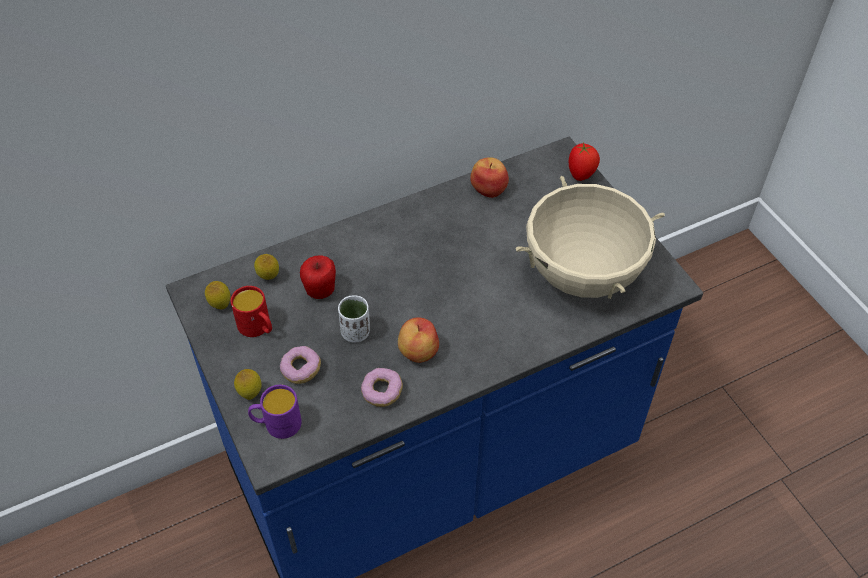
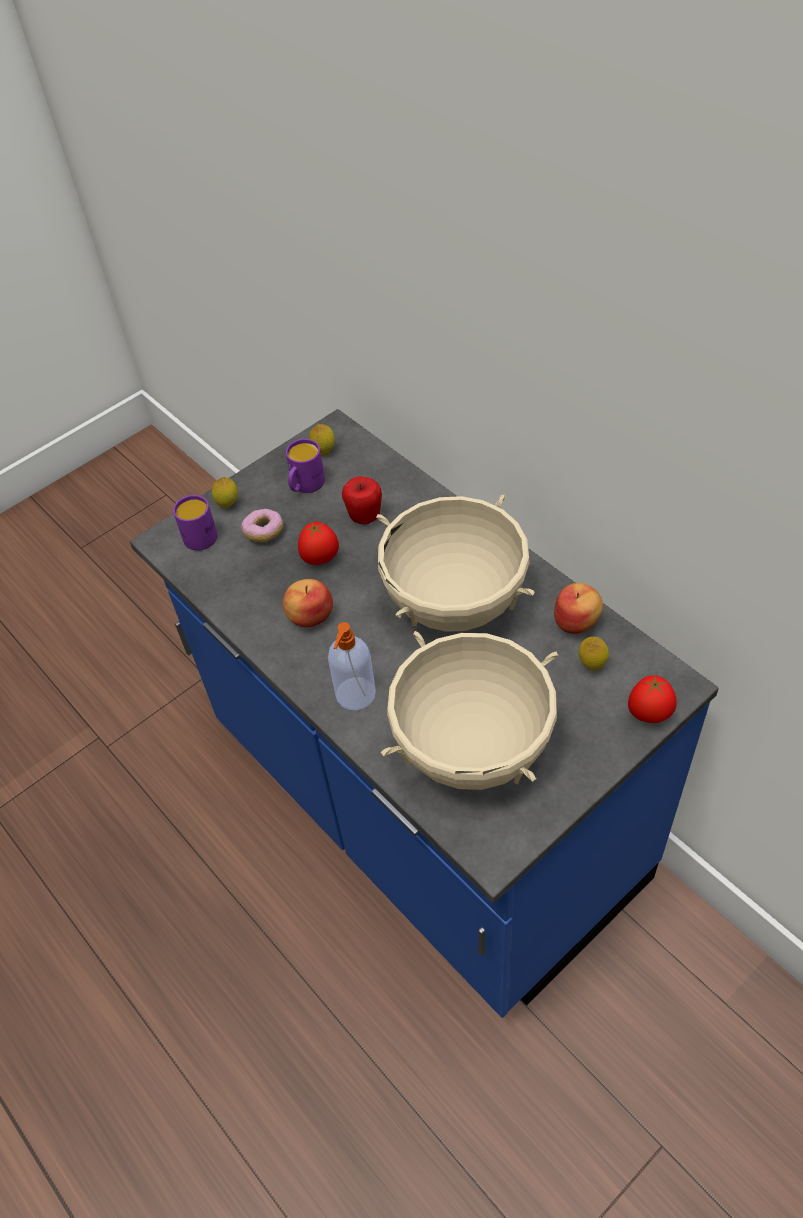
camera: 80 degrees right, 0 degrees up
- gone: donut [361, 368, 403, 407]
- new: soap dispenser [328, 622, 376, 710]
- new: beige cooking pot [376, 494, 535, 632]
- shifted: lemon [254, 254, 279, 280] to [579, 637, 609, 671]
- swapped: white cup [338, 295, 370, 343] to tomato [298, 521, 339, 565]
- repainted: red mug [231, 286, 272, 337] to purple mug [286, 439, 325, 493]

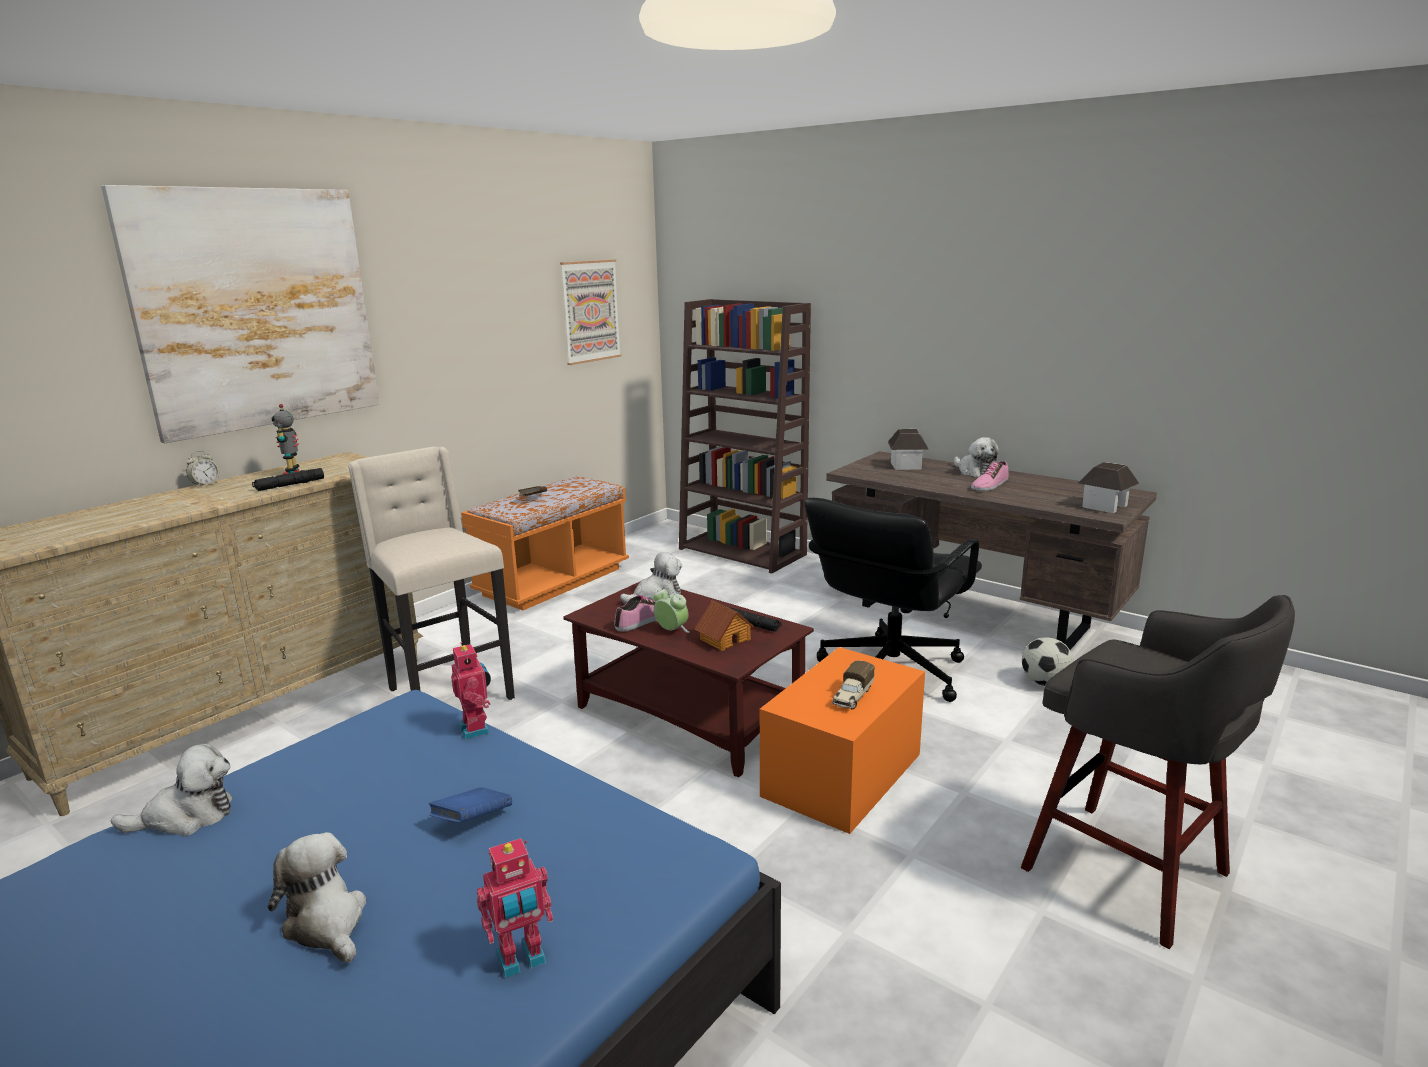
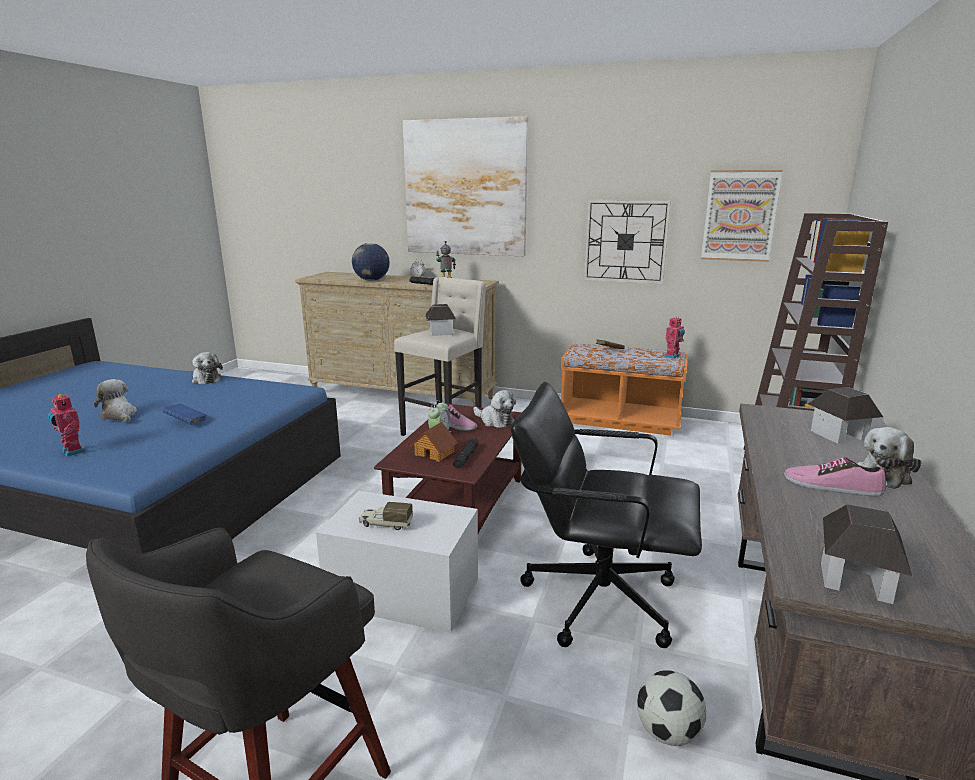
camera: 70 degrees right, 0 degrees up
- new: globe [352, 243, 390, 281]
- new: toy house [425, 304, 456, 336]
- new: wall clock [584, 200, 671, 284]
- shifted: toy robot [451, 642, 491, 740] to [664, 316, 685, 359]
- repainted: orange storage box [760, 647, 925, 834] to white storage box [316, 491, 478, 633]
- rotated: plush toy [268, 832, 366, 963] = [94, 379, 137, 422] 75 degrees counterclockwise

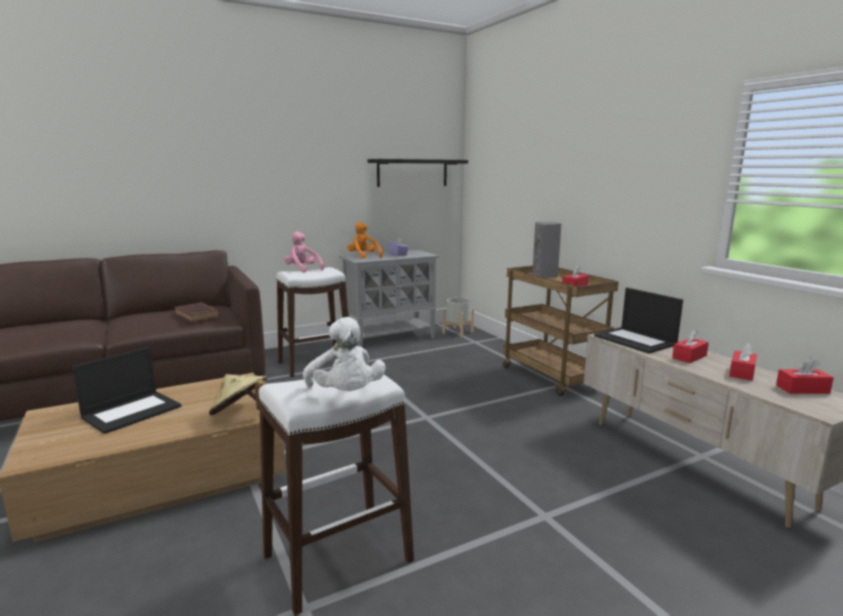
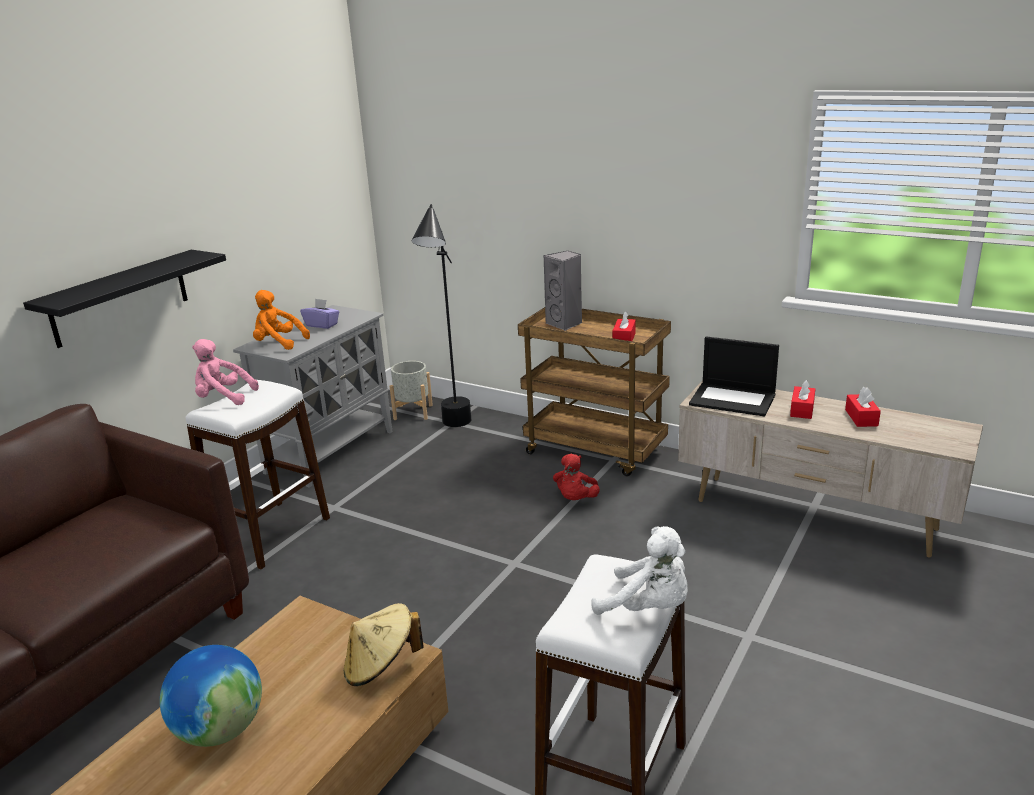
camera: 30 degrees left, 10 degrees up
- gone: brown book [174, 302, 220, 322]
- gone: red tissue box [776, 357, 834, 394]
- new: black floor lamp [411, 204, 471, 427]
- new: red plush toy [553, 453, 600, 500]
- shifted: black shelf [368, 159, 468, 187] to [23, 250, 226, 348]
- swapped: laptop [72, 347, 181, 434] to globe [160, 645, 262, 747]

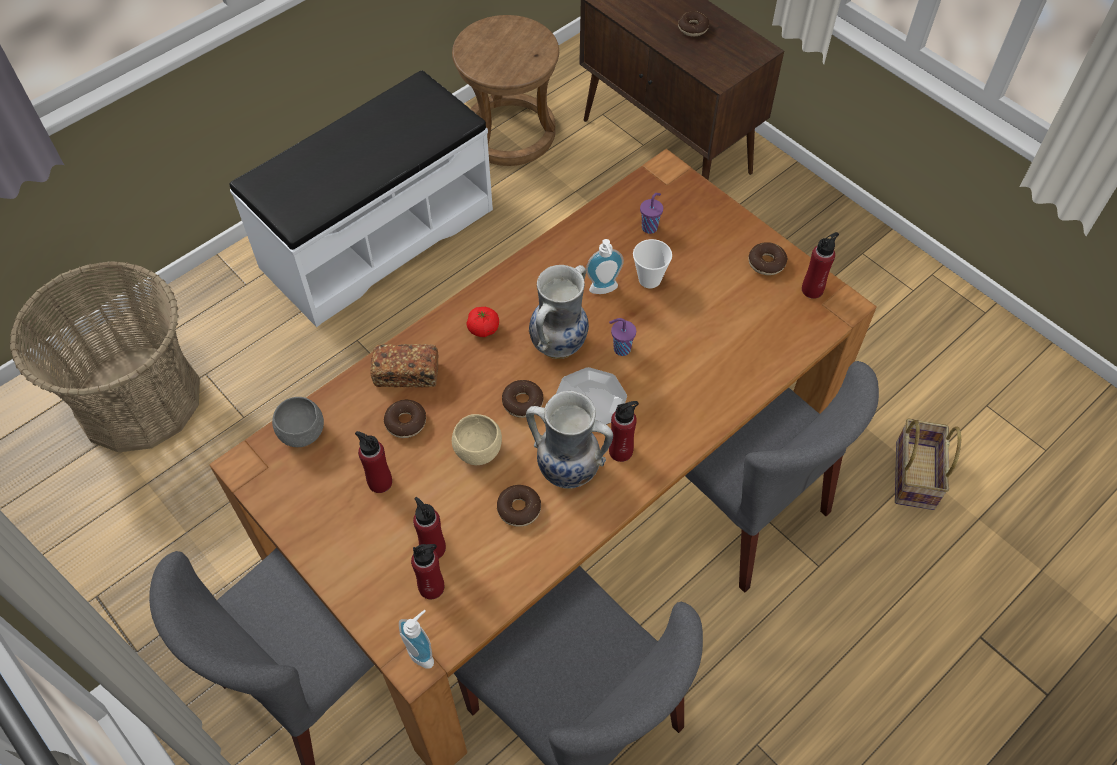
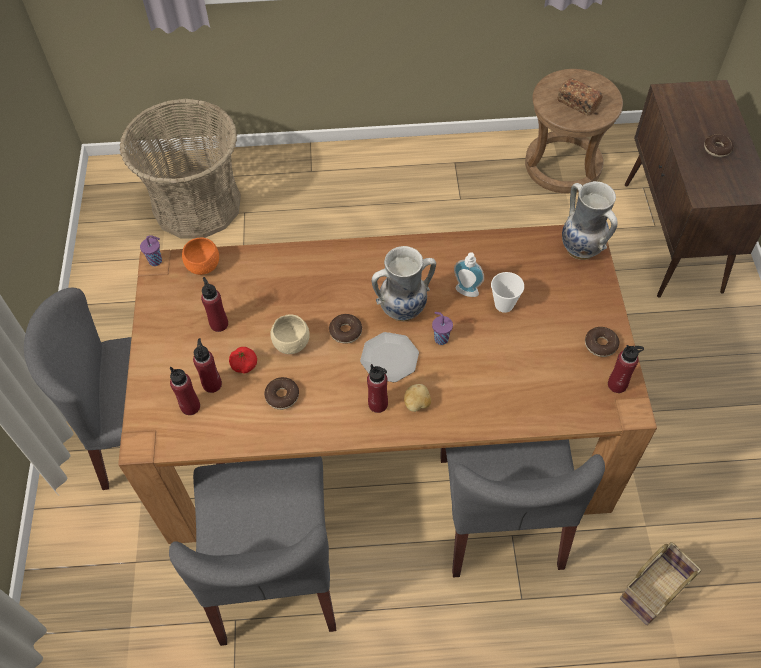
camera: 40 degrees right, 0 degrees up
- gone: white bench [230, 70, 493, 327]
- gone: donut [384, 400, 426, 438]
- gone: soap dispenser [399, 610, 434, 669]
- new: potato [404, 384, 431, 412]
- shifted: bread [370, 344, 439, 387] to [558, 78, 603, 116]
- shifted: tomato [466, 307, 499, 337] to [229, 347, 257, 374]
- shifted: vase [526, 391, 613, 489] to [562, 181, 618, 260]
- shifted: purple cup [640, 193, 663, 234] to [140, 235, 162, 266]
- repainted: grey bowl [272, 397, 324, 447] to orange bowl [182, 238, 219, 275]

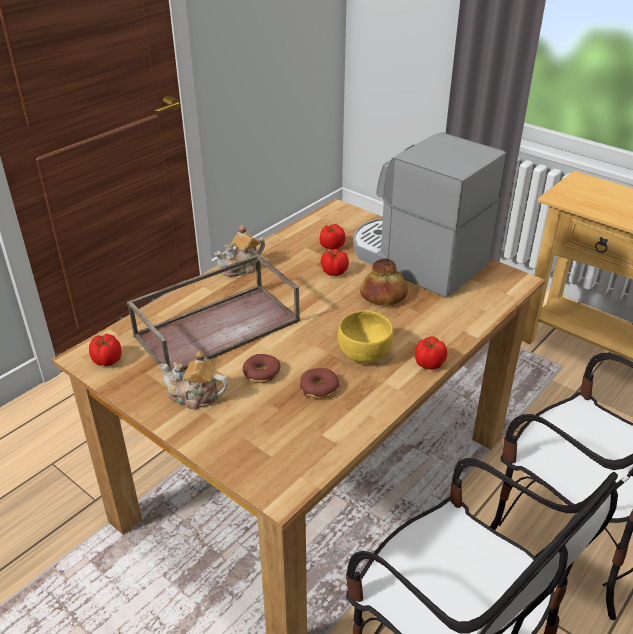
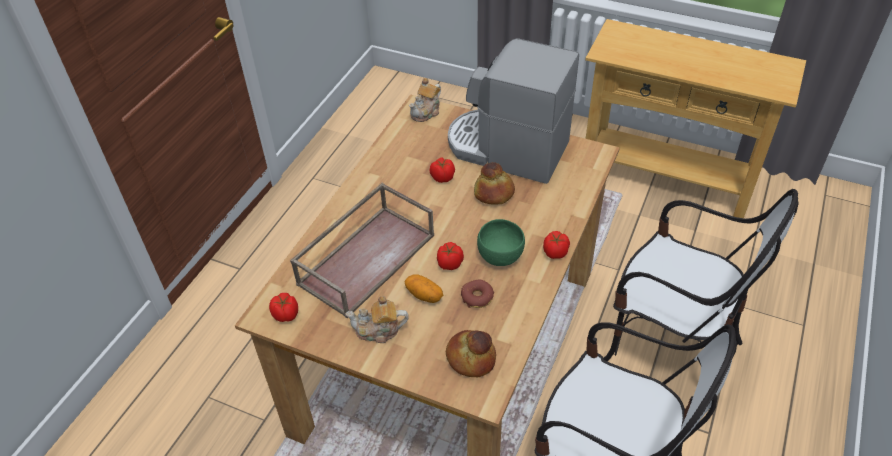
camera: 15 degrees left, 10 degrees up
- new: bread [446, 330, 496, 377]
- shifted: teapot [214, 225, 265, 277] to [409, 78, 441, 122]
- shifted: tomato [320, 224, 346, 250] to [437, 242, 464, 270]
- swapped: donut [243, 354, 280, 383] to potato [404, 274, 443, 303]
- repainted: yellow bowl [337, 311, 394, 363] to green bowl [477, 219, 525, 266]

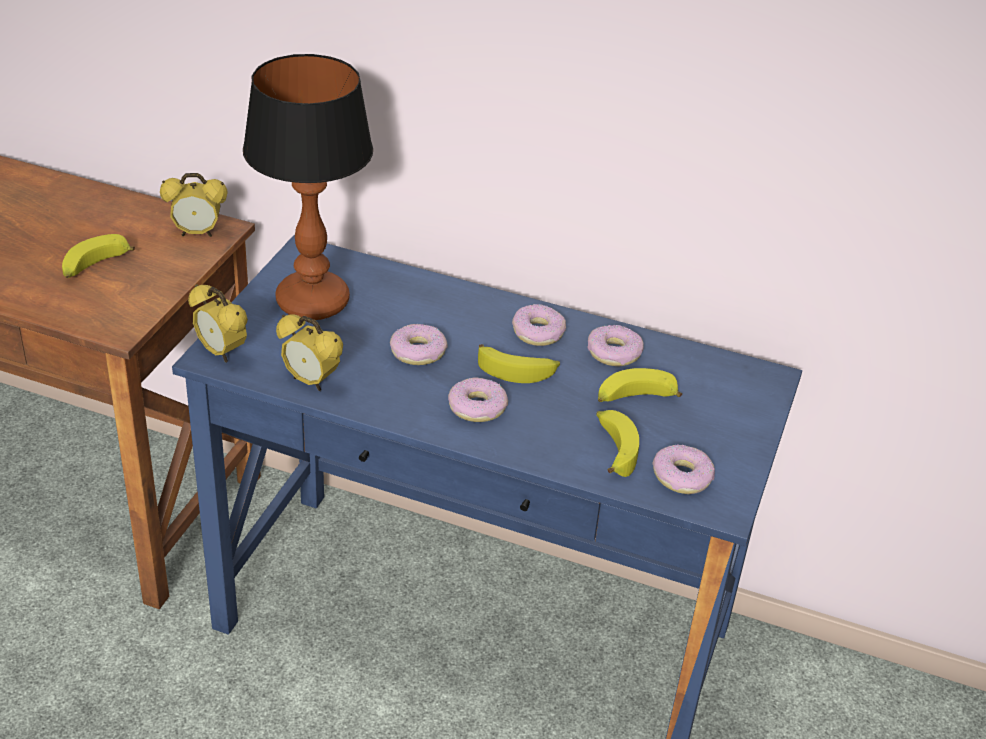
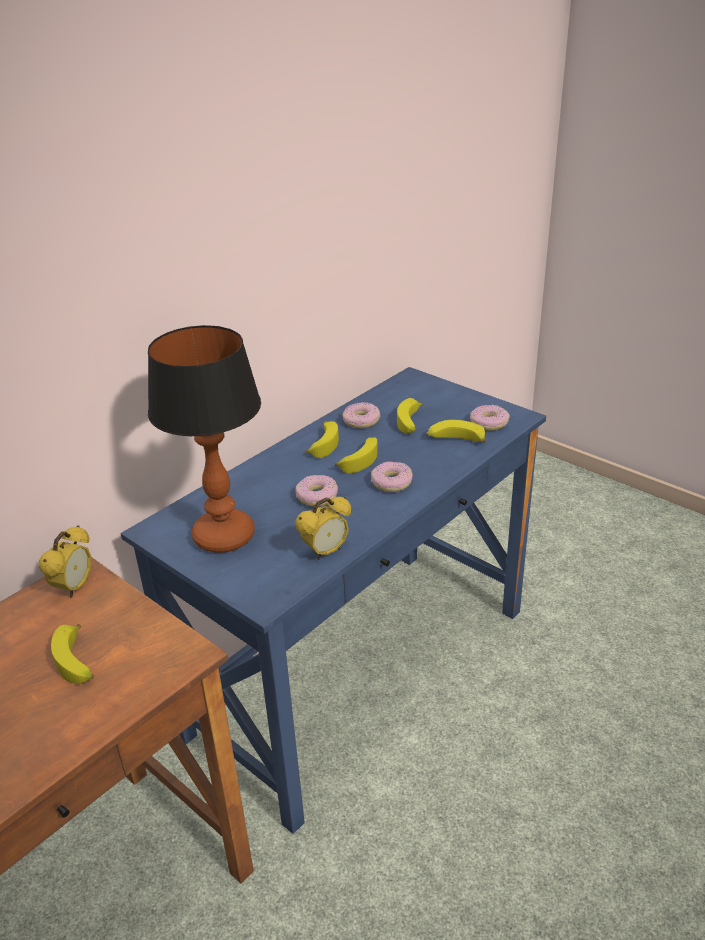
camera: 65 degrees left, 5 degrees down
- gone: alarm clock [188, 284, 248, 363]
- swapped: donut [512, 304, 566, 346] to banana [306, 421, 339, 458]

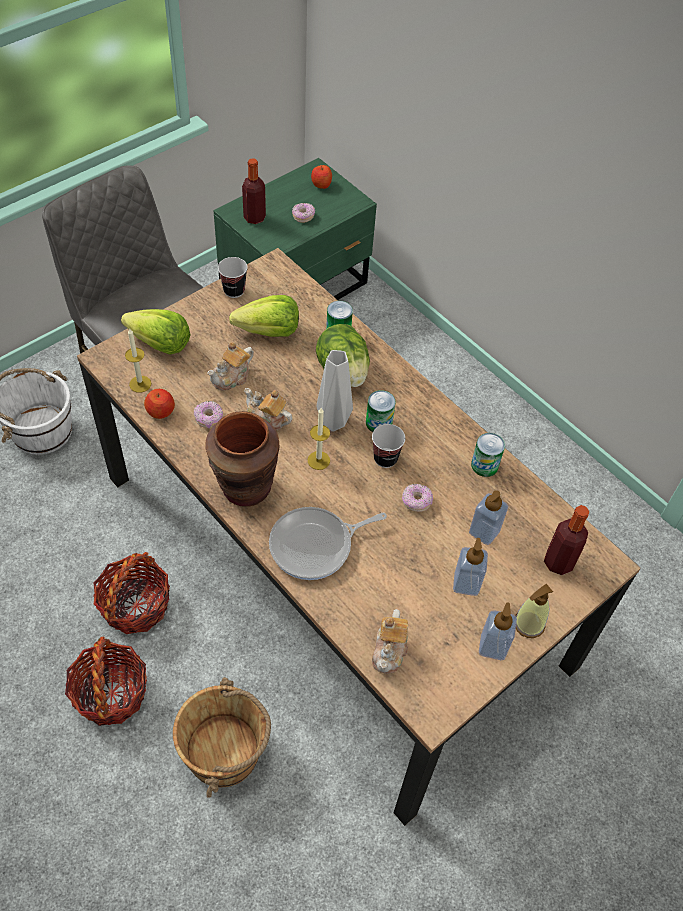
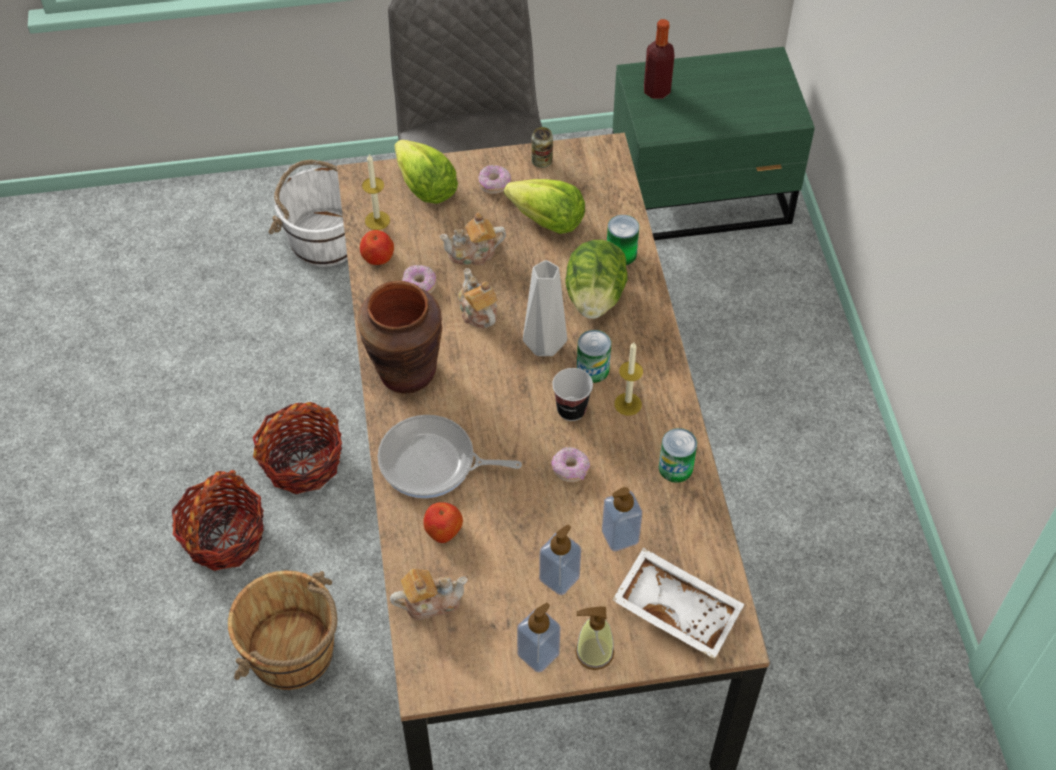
camera: 35 degrees right, 0 degrees up
- shifted: donut [292, 203, 315, 223] to [478, 165, 511, 194]
- shifted: candle [307, 408, 330, 470] to [614, 342, 643, 416]
- shifted: apple [311, 165, 332, 189] to [423, 502, 463, 543]
- swapped: cup [218, 257, 248, 298] to can [531, 127, 553, 168]
- swapped: bottle [544, 505, 589, 575] to white tray [612, 548, 744, 659]
- rotated: teapot [372, 609, 408, 674] = [390, 569, 468, 620] 150 degrees counterclockwise

